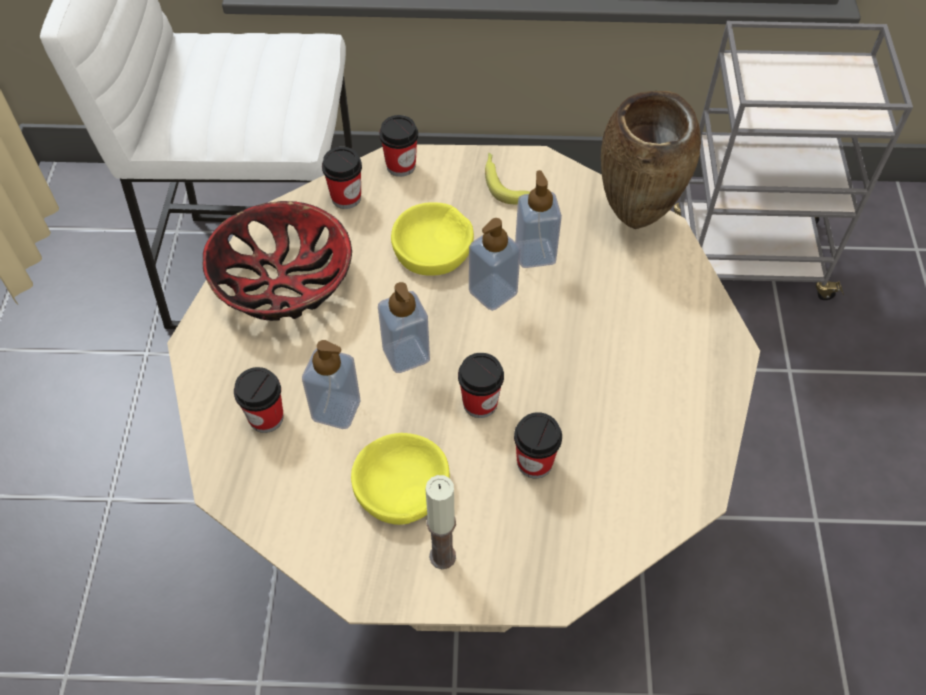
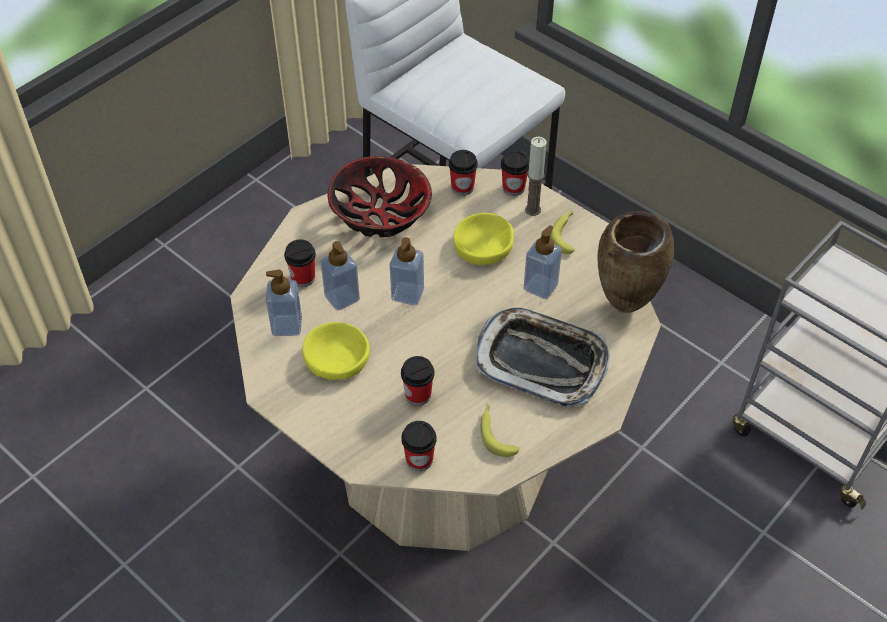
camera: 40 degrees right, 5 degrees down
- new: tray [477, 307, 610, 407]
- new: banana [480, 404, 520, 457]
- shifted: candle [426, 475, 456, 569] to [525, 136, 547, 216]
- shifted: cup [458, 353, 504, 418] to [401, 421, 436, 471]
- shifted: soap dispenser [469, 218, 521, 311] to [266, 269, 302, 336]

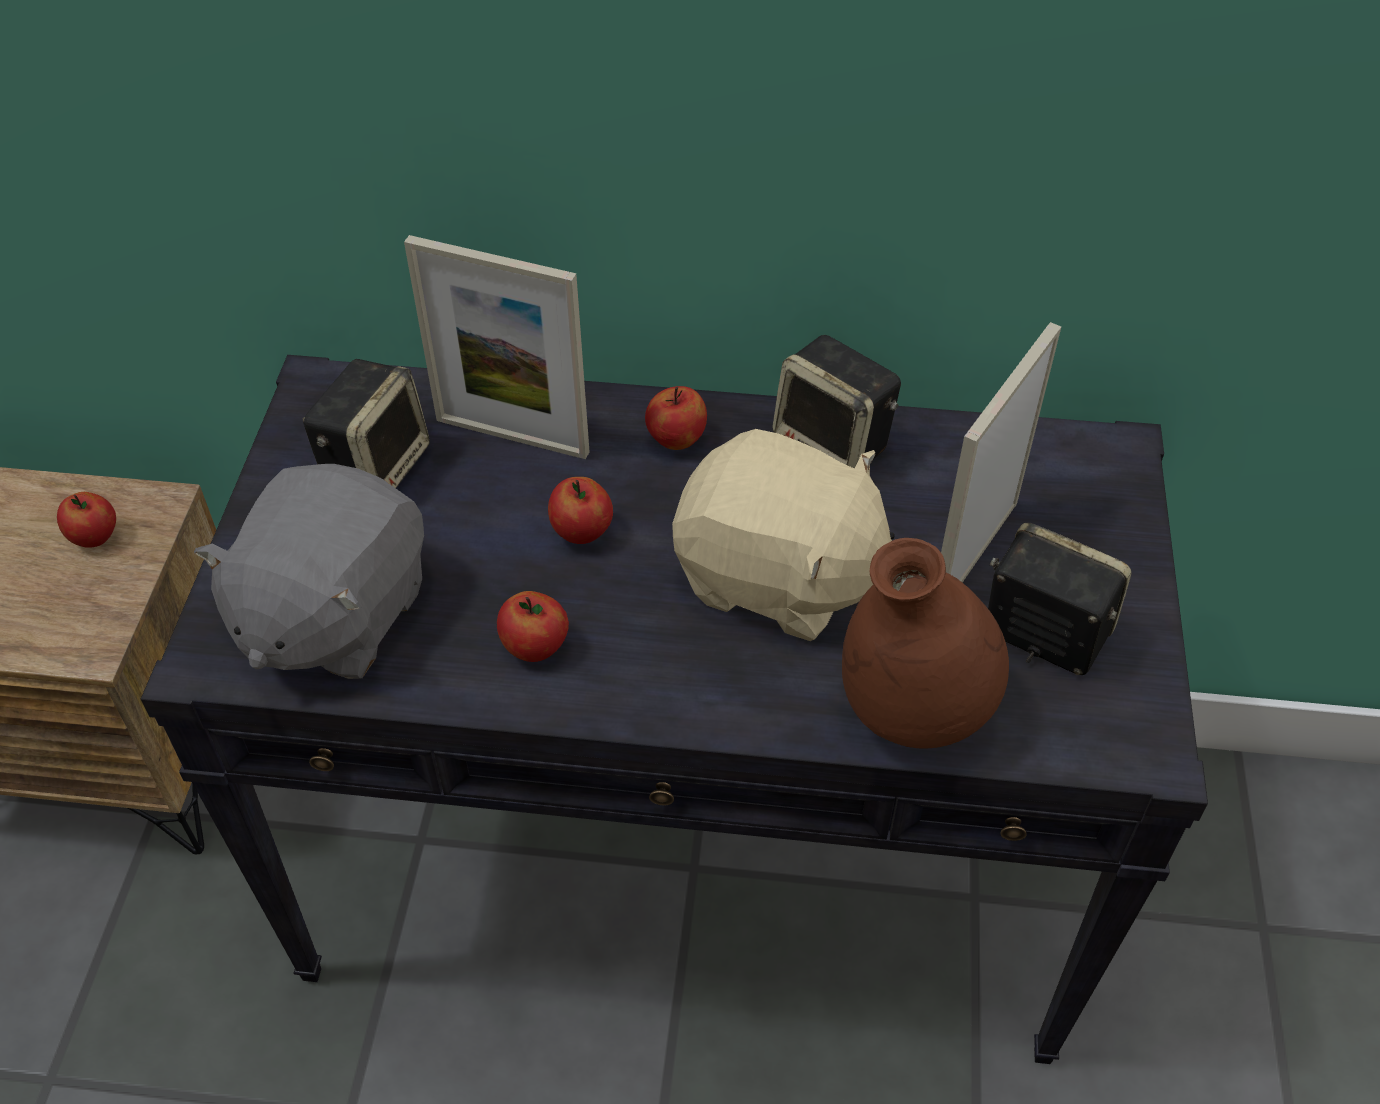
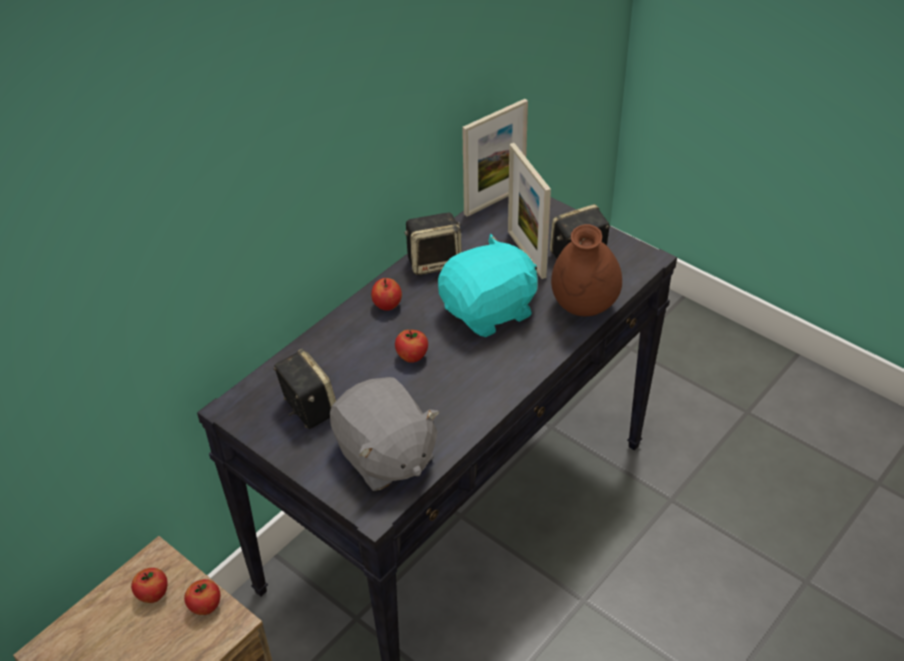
camera: 55 degrees left, 5 degrees down
- shifted: picture frame [404, 235, 590, 459] to [462, 99, 528, 217]
- shifted: apple [497, 591, 569, 662] to [184, 579, 220, 615]
- repainted: beige plush toy [672, 429, 895, 641] to turquoise plush toy [438, 234, 538, 337]

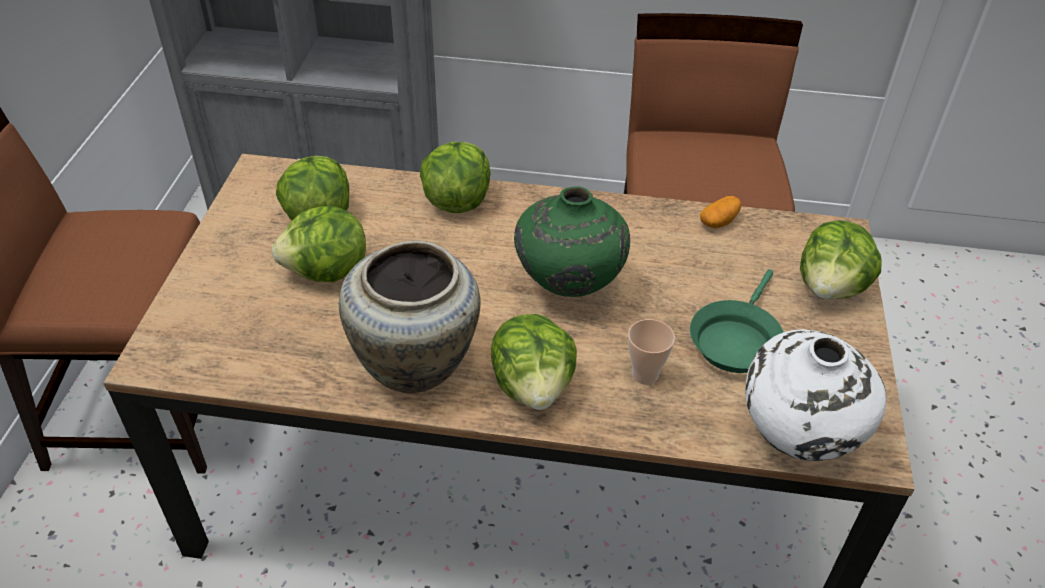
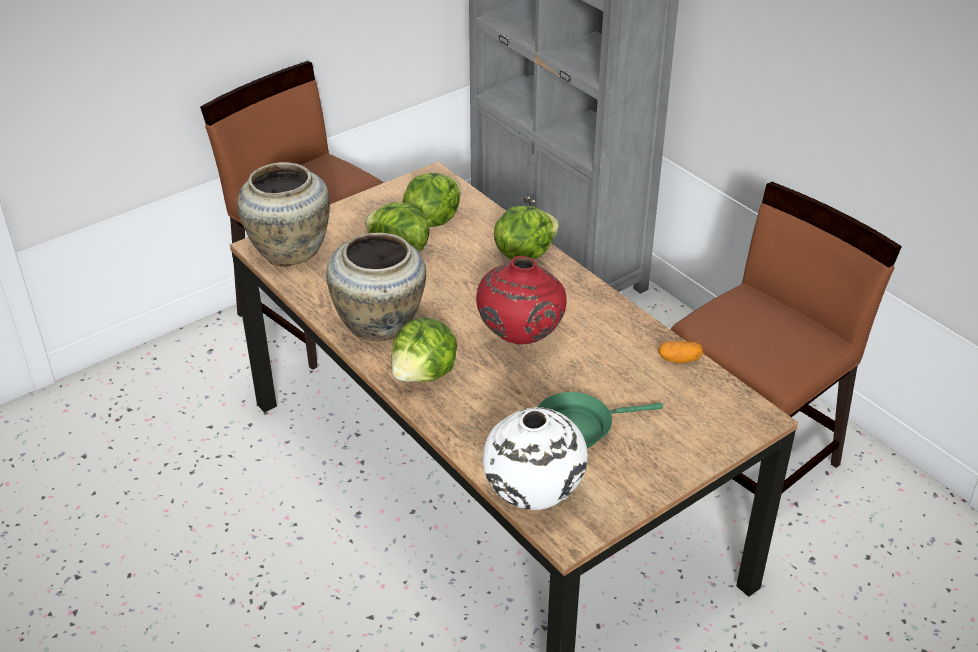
camera: 45 degrees right, 5 degrees down
- gone: cup [628, 319, 675, 385]
- gone: lettuce [800, 220, 882, 299]
- new: beige vase [237, 162, 330, 267]
- repainted: green vase [514, 186, 630, 297] to red vase [476, 256, 567, 344]

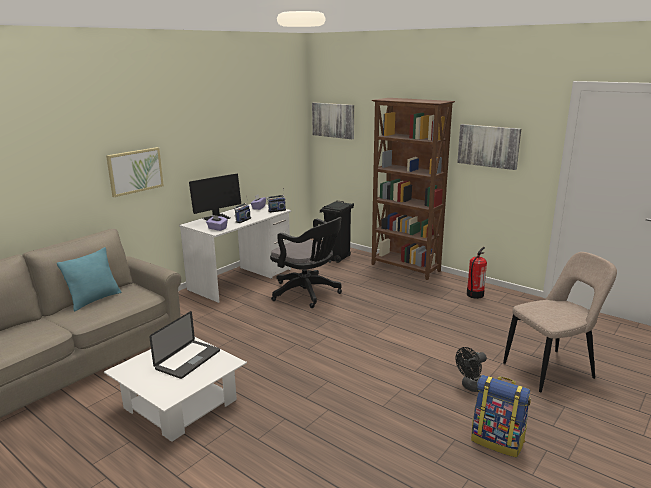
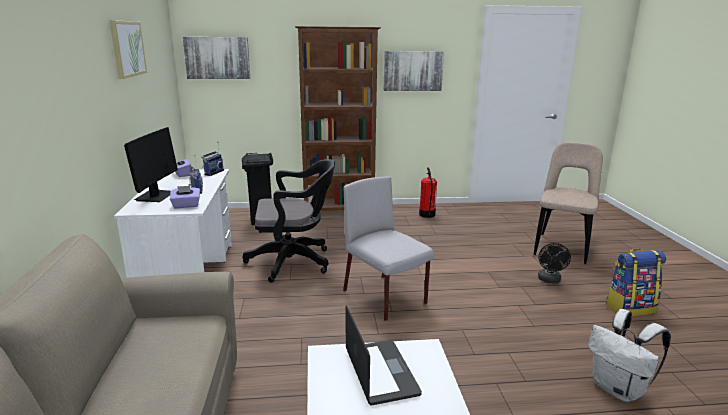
camera: 45 degrees left, 0 degrees up
- gone: turquoise pillow [57, 247, 121, 312]
- new: grey chair [343, 176, 434, 321]
- new: white backpack [588, 309, 671, 402]
- shifted: picture [106, 147, 164, 197] to [110, 20, 147, 79]

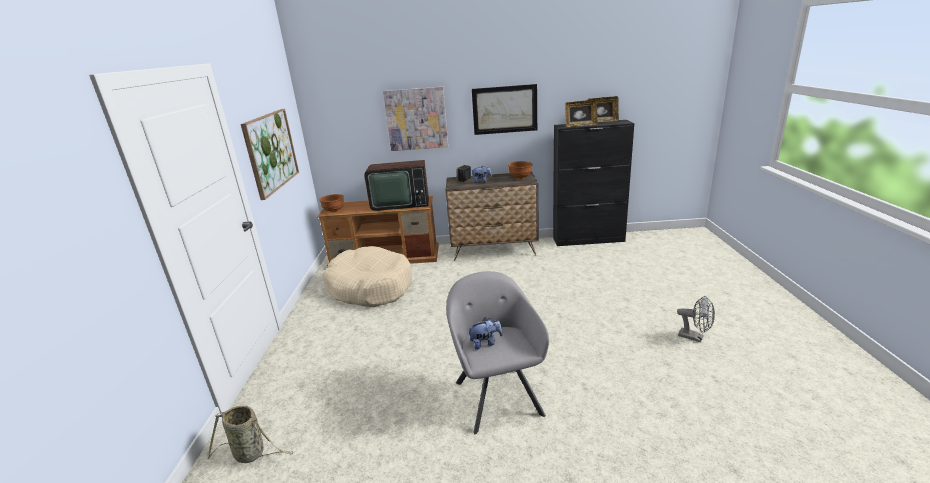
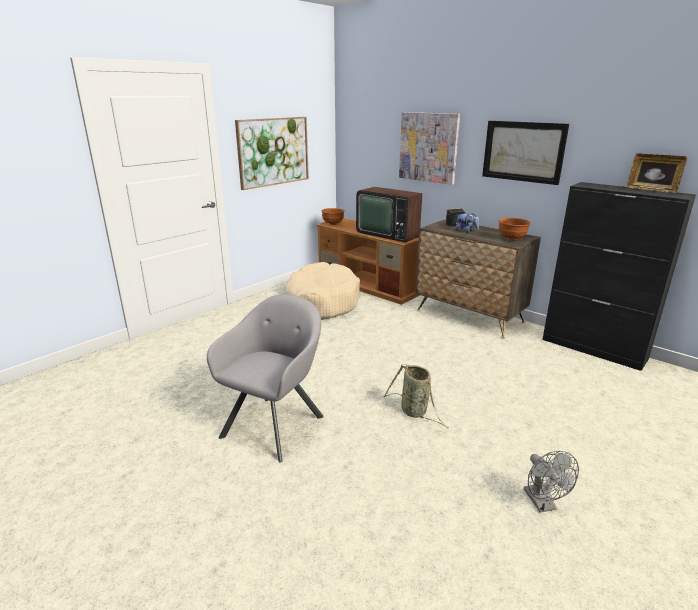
camera: 40 degrees right, 0 degrees up
- gone: plush toy [468, 317, 503, 350]
- gone: picture frame [565, 100, 598, 127]
- shifted: basket [208, 406, 294, 463] to [383, 364, 448, 428]

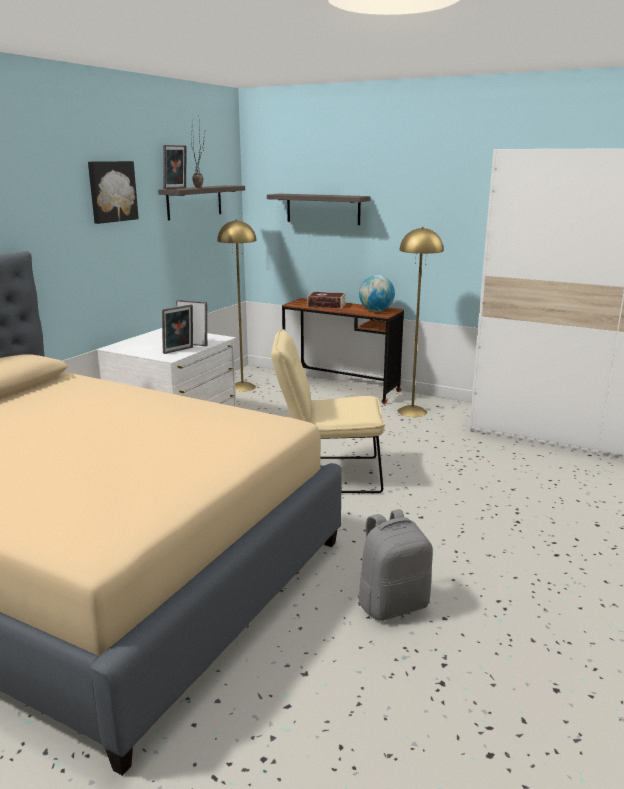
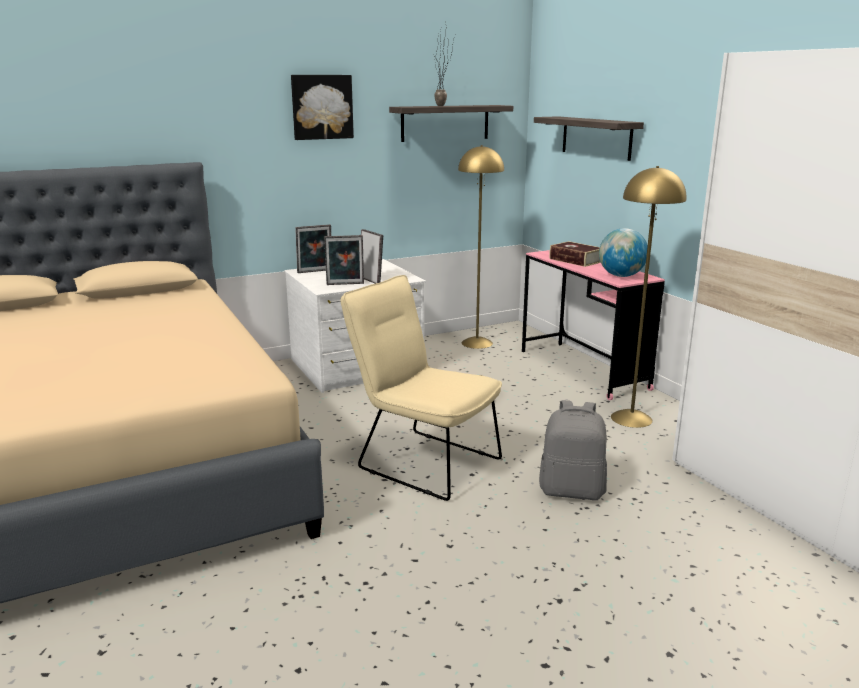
camera: 35 degrees right, 0 degrees up
- shifted: picture frame [163, 145, 187, 189] to [295, 224, 331, 273]
- shifted: grey backpack [358, 509, 433, 621] to [539, 400, 607, 500]
- repainted: brown desk [282, 298, 404, 404] to pink desk [522, 250, 665, 400]

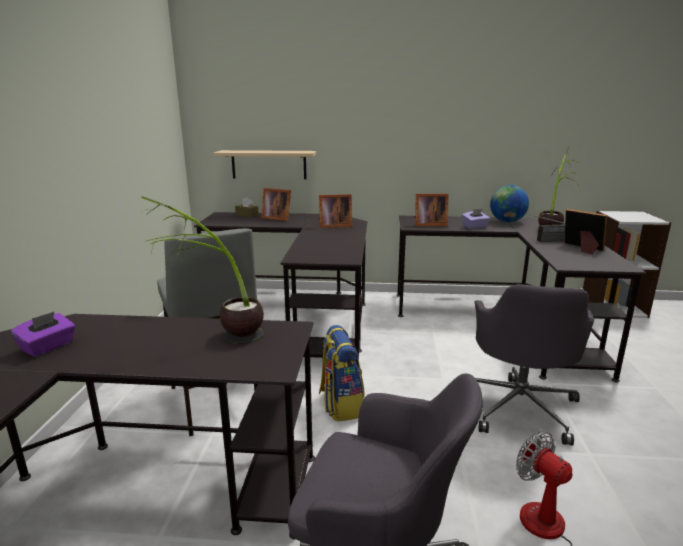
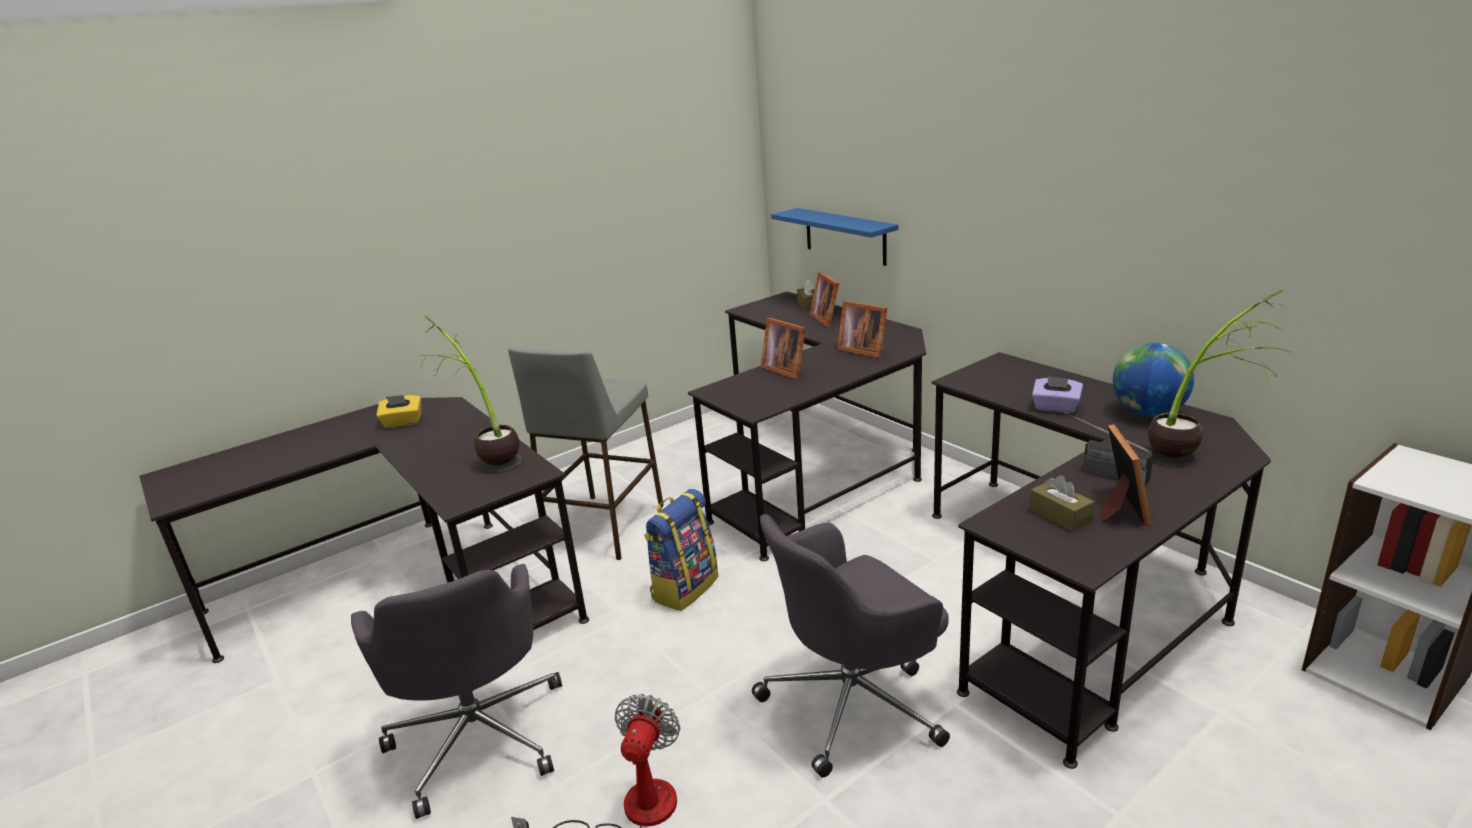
camera: 50 degrees right, 5 degrees up
- new: brown tissue box [1029, 475, 1095, 532]
- shifted: picture frame [414, 194, 449, 226] to [761, 318, 806, 379]
- repainted: purple tissue box [11, 312, 75, 357] to yellow tissue box [376, 395, 421, 428]
- repainted: beige shelf [213, 150, 316, 179] to blue shelf [771, 208, 898, 266]

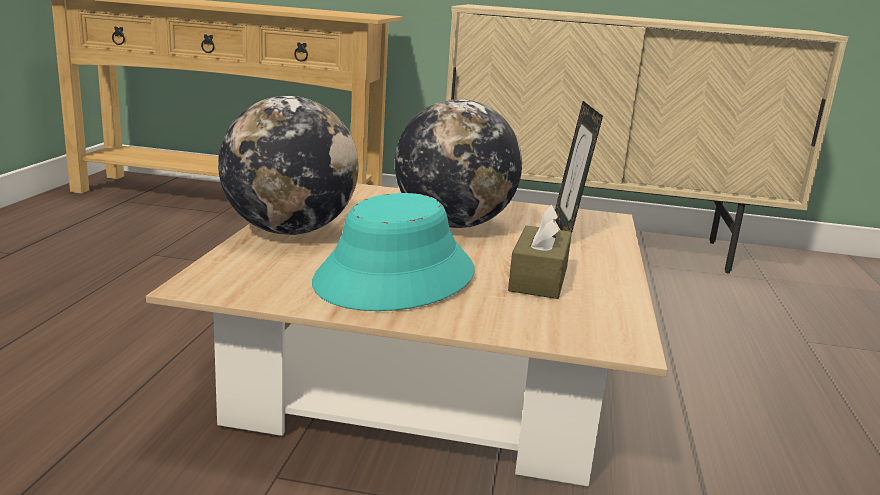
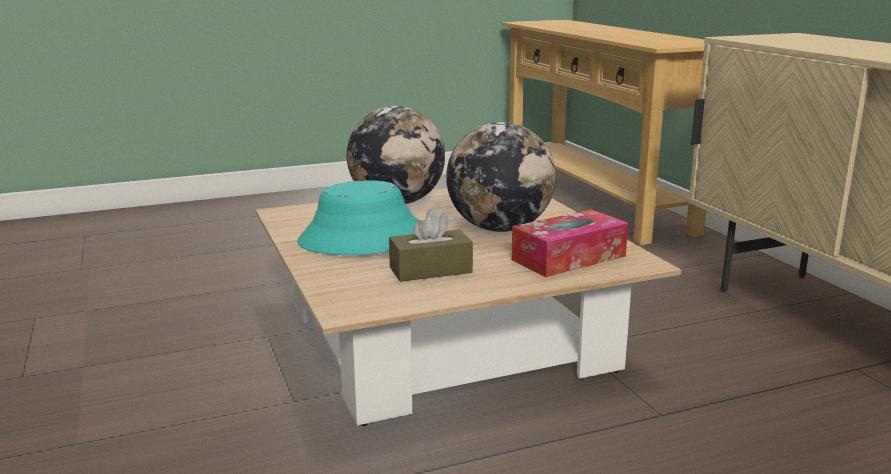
camera: 60 degrees right, 0 degrees up
- swapped: picture frame [555, 101, 603, 232] to tissue box [511, 209, 628, 277]

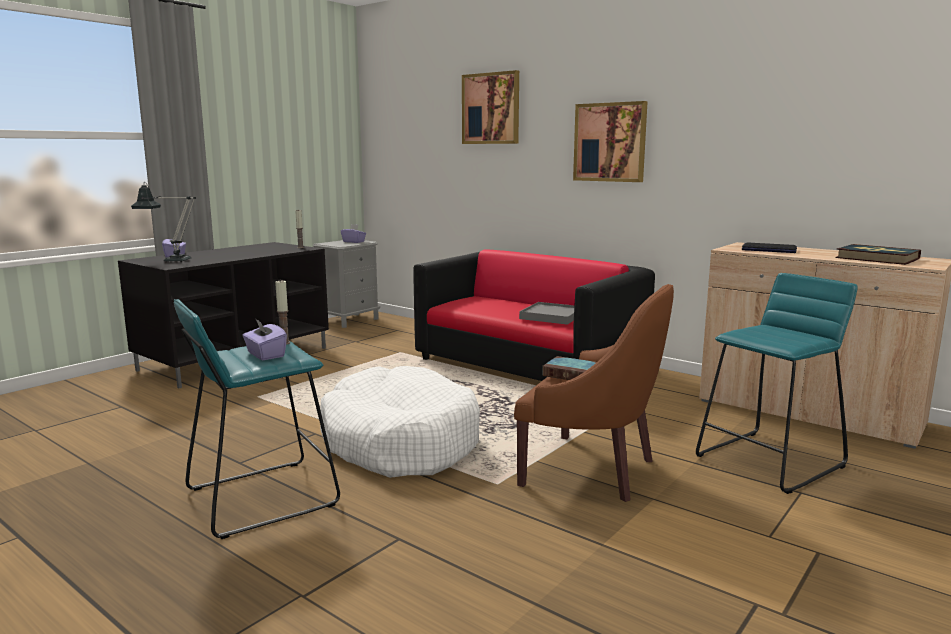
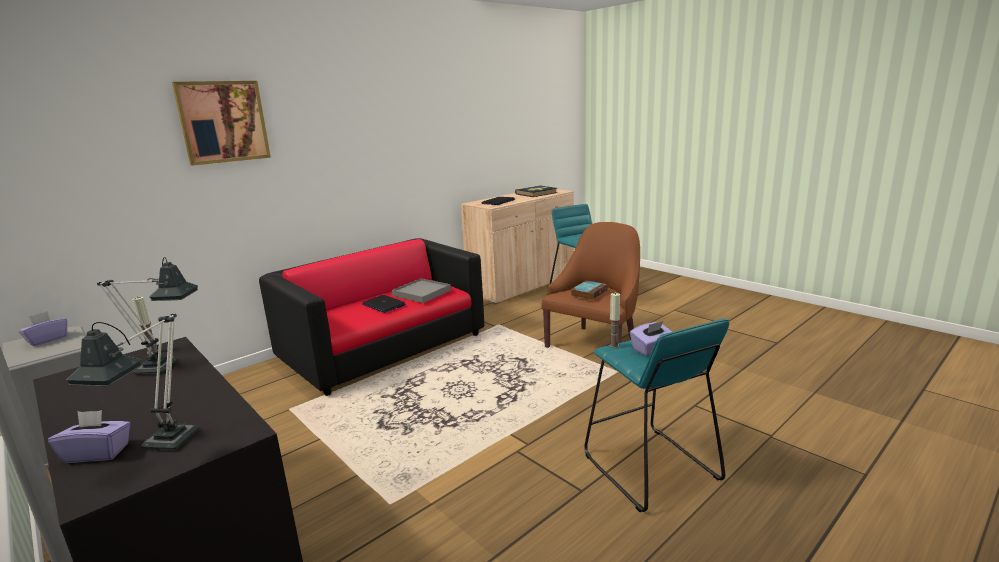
camera: 80 degrees left, 5 degrees up
- gone: white dog bed [320, 366, 480, 478]
- gone: picture [573, 101, 648, 182]
- new: table lamp [97, 257, 198, 374]
- new: laptop [362, 295, 405, 313]

